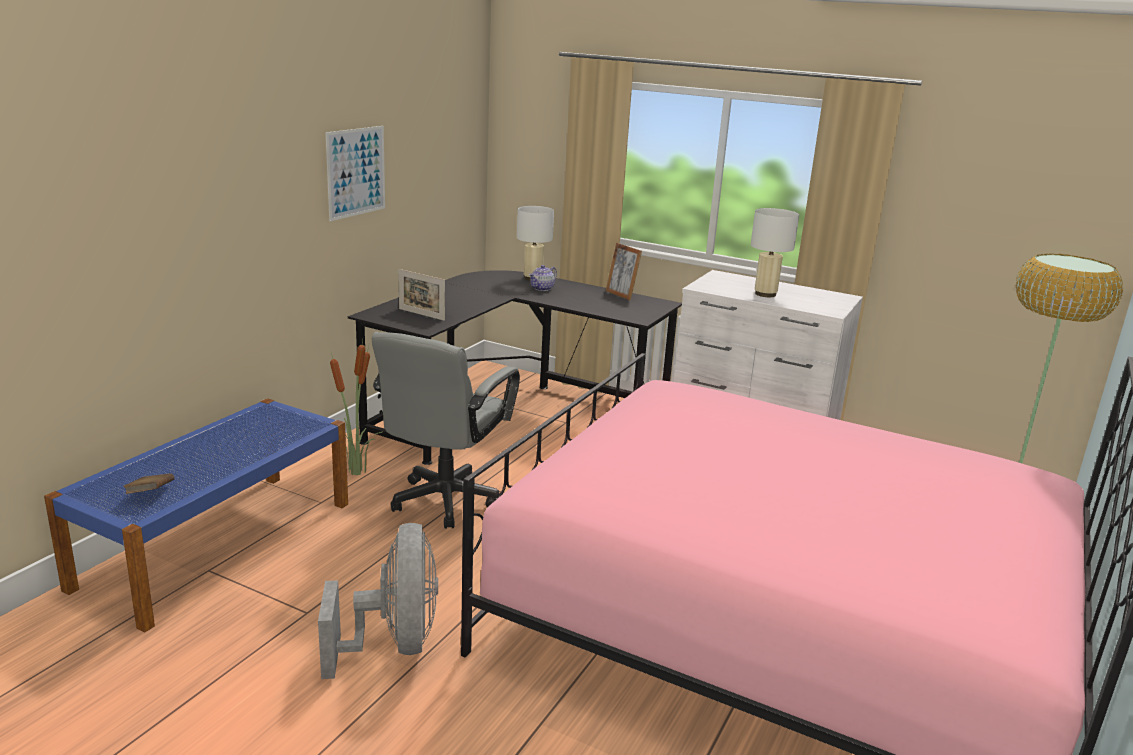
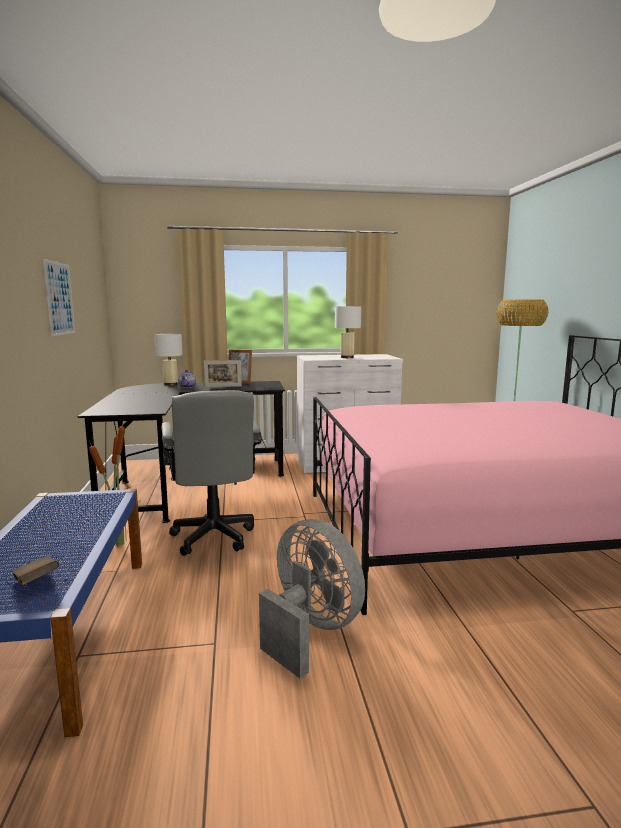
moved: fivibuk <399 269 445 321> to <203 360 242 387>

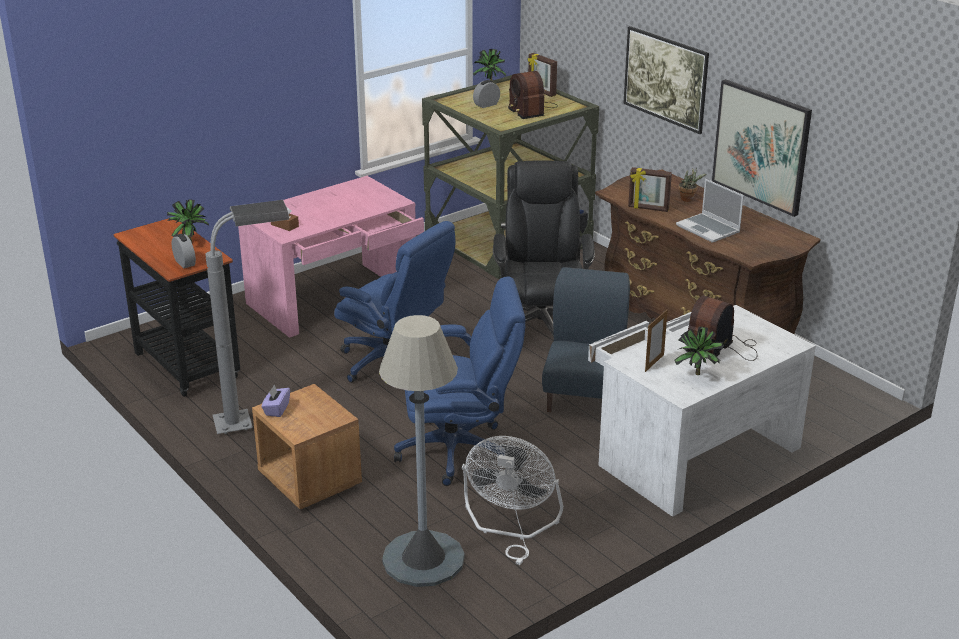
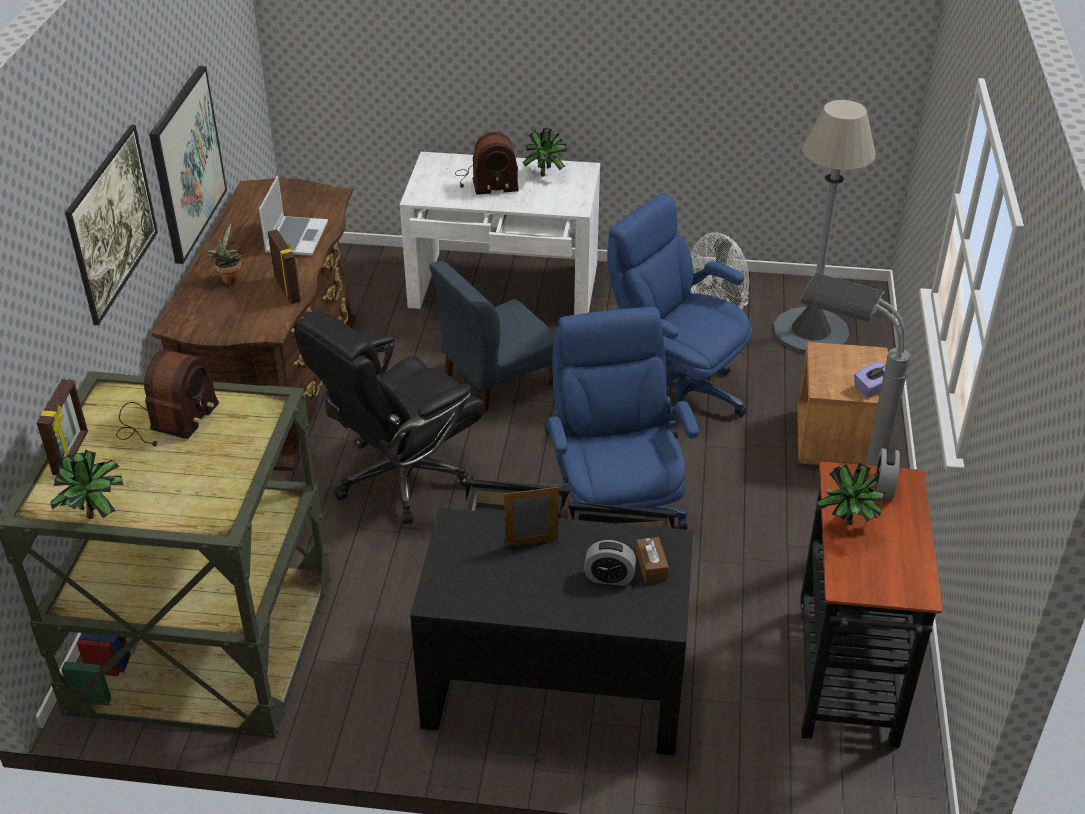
moved: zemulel <473 80 500 108> to <584 540 636 586>; fivibuk <645 309 668 372> to <504 487 559 547>
recoloured: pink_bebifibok <238 176 424 338> to black_bebifibok <410 479 693 756>

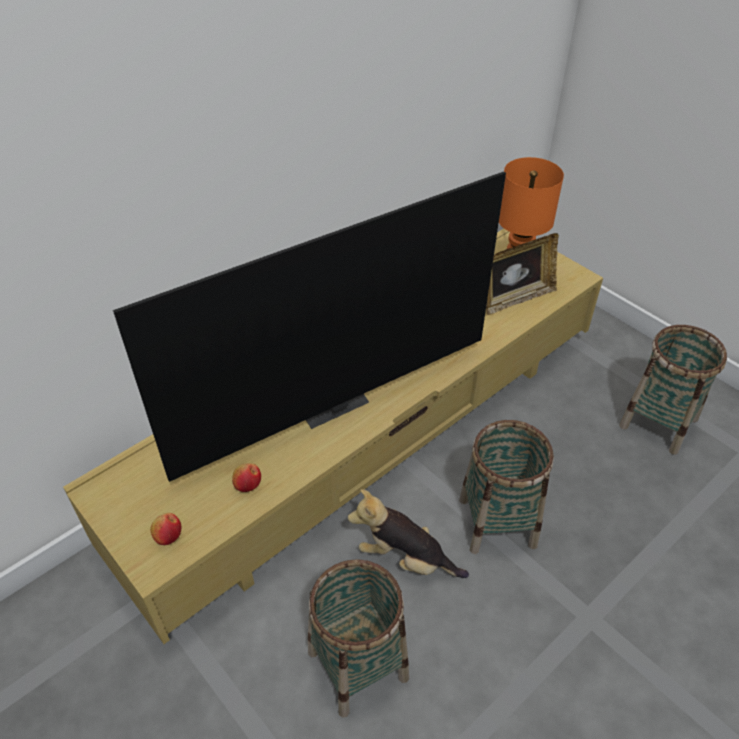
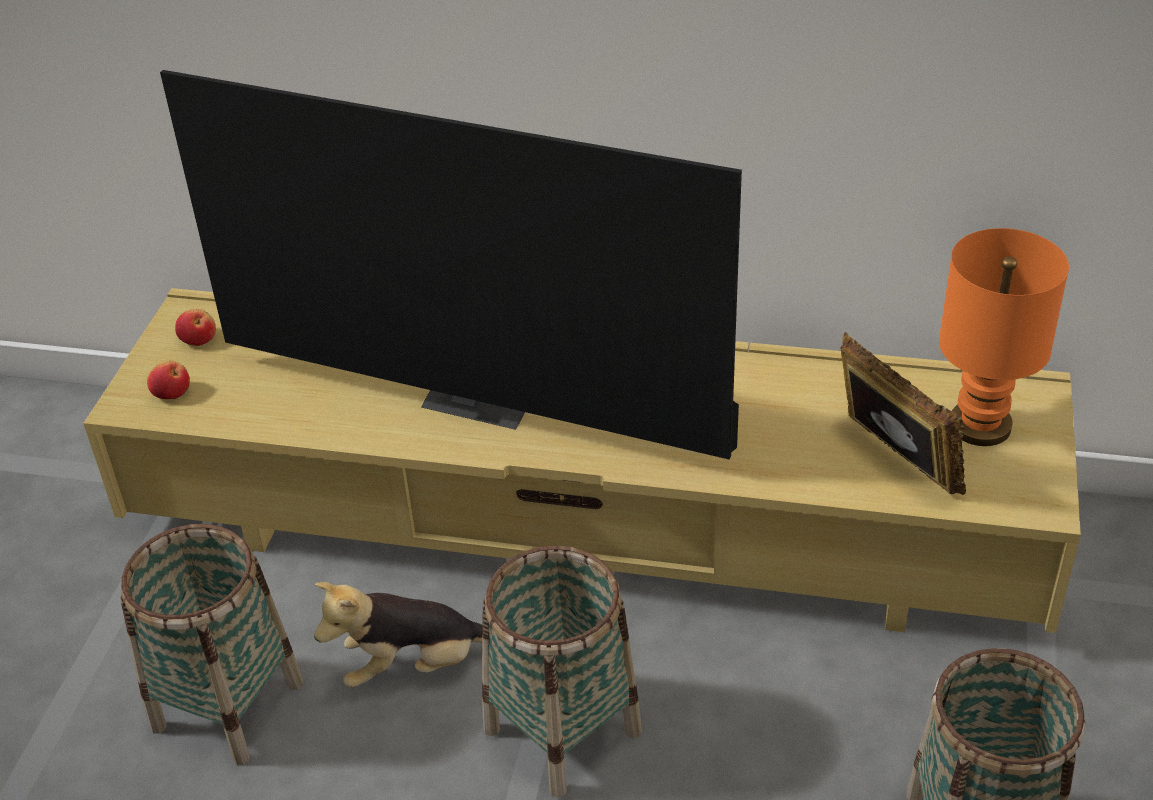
moved: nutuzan <232 463 261 492> to <175 309 216 346>
turned: fivibuk <486 233 559 315> = <840 332 966 495> 150 degrees counterclockwise; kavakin <348 489 469 578> = <314 582 483 688> 90 degrees counterclockwise

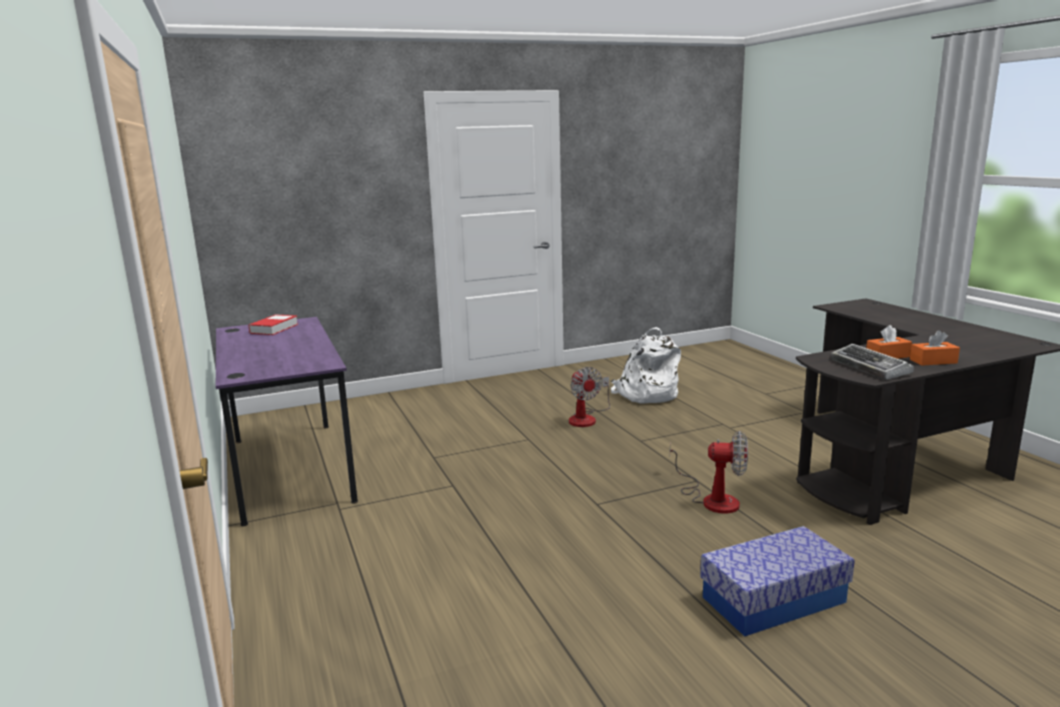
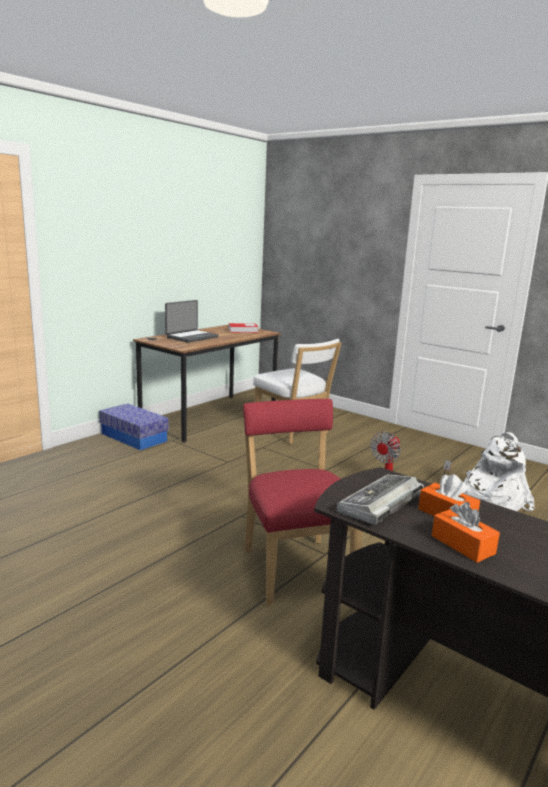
added: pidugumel <165 300 219 343>; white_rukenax <253 339 341 444>
moved: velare <700 526 855 637> to <99 403 169 450>
replaced: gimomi <670 431 748 514> to red_rukenax <243 399 362 605>
recoloured: purple_bebifibok <216 317 358 526> to brown_bebifibok <133 325 281 443>

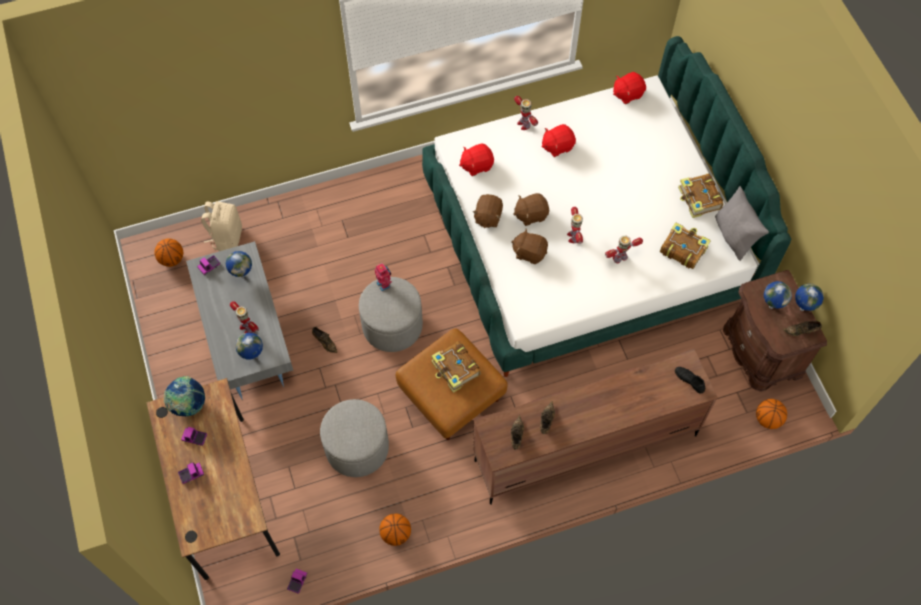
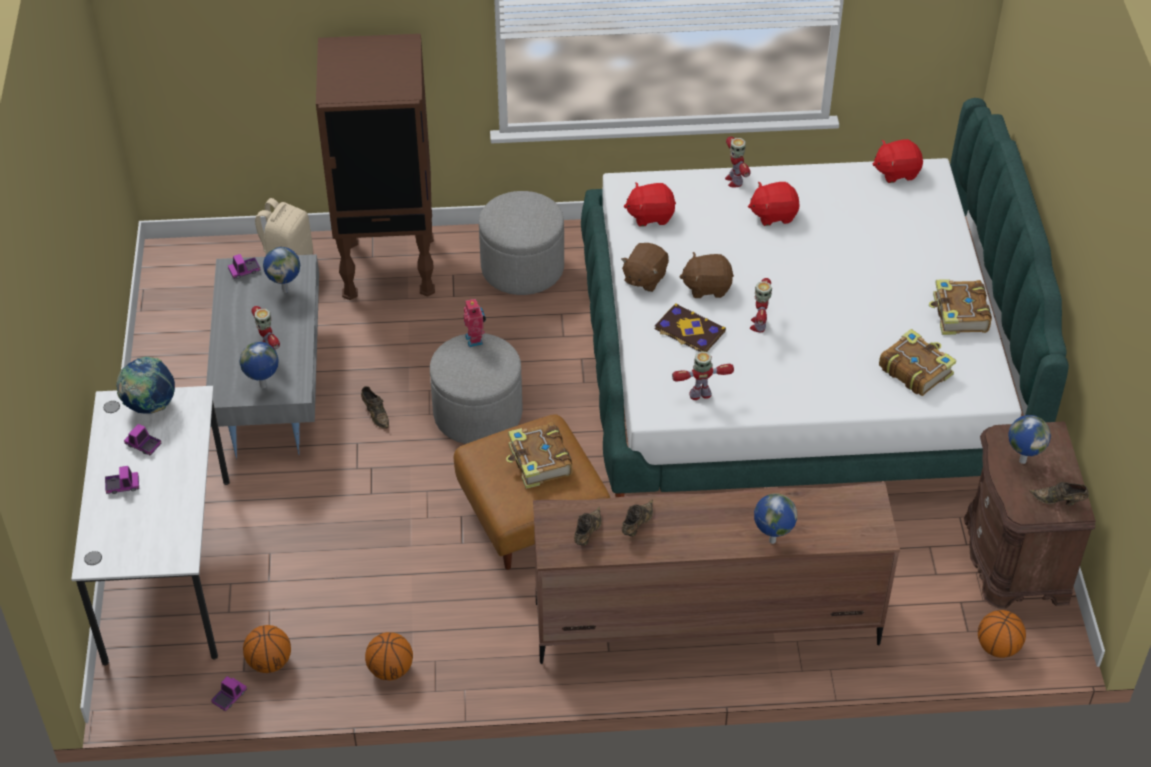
removed: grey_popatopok <715 186 769 261>; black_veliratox <675 367 705 394>
added: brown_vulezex <316 34 435 300>
moved: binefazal <605 236 643 263> to <672 351 734 400>; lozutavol <154 238 183 267> to <243 625 291 673>; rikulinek <795 284 824 311> to <754 493 797 544>; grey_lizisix <320 399 389 477> to <479 191 564 295>
replaced: brown_kavakin <511 229 548 264> to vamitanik <655 303 726 352>
recoloured: brown_bebifibok <146 378 280 580> to white_bebifibok <71 386 230 665>

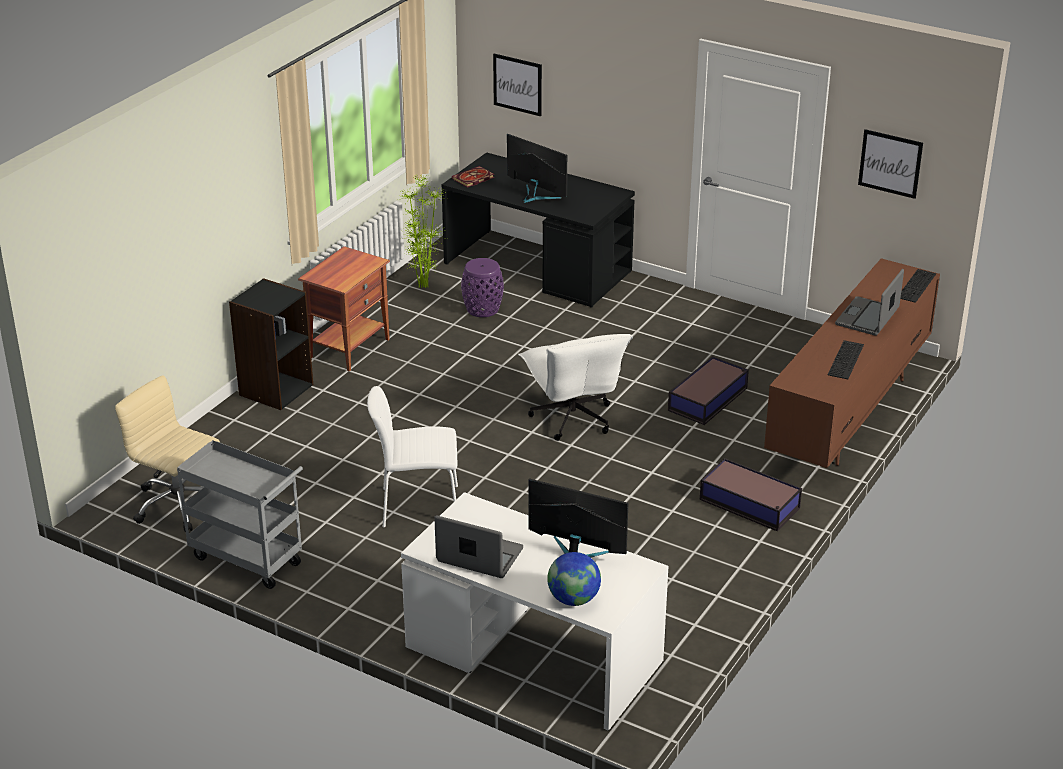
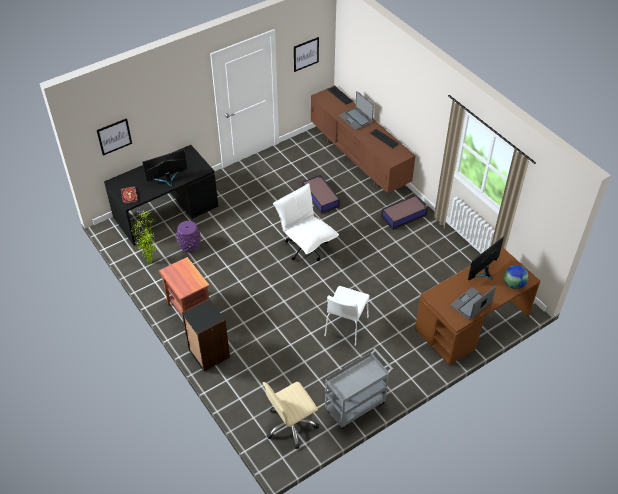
recoloured: white_bebifibok <401 492 669 731> to brown_bebifibok <415 248 540 365>
turned: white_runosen <518 334 633 441> = <273 183 339 261> 135 degrees counterclockwise

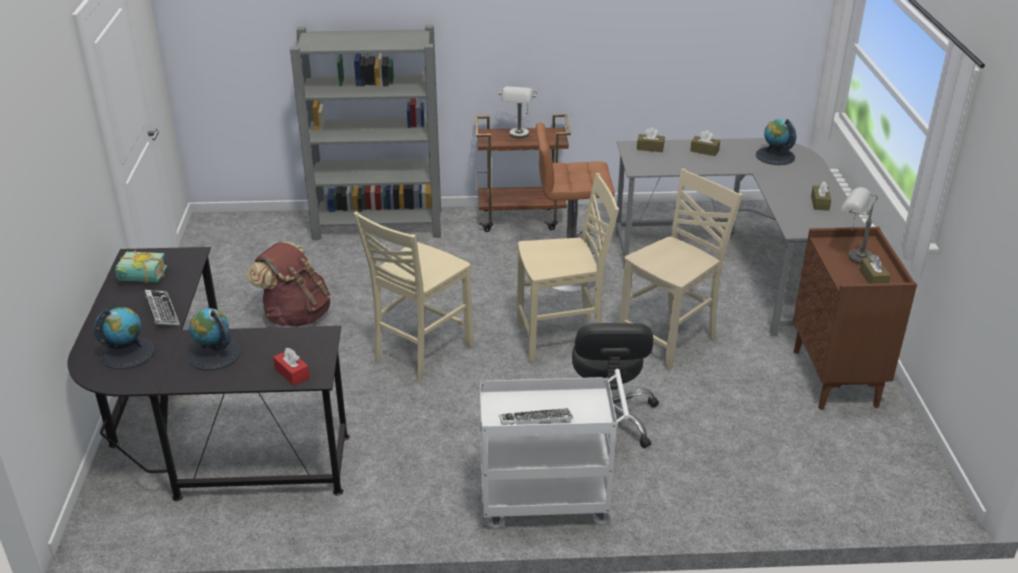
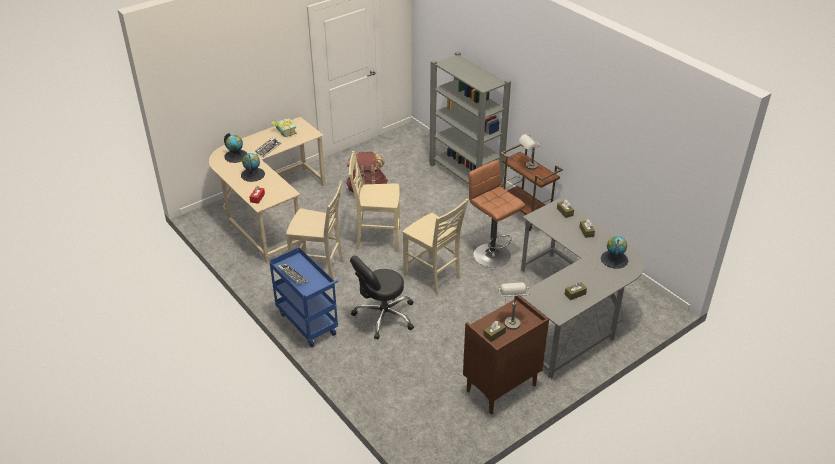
moved: beige_rukenax <619 169 743 371> to <286 181 344 281>
recoloured: black_bebifibok <67 247 350 501> to beige_bebifibok <209 117 326 264>; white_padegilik <479 369 630 529> to blue_padegilik <269 248 338 347>

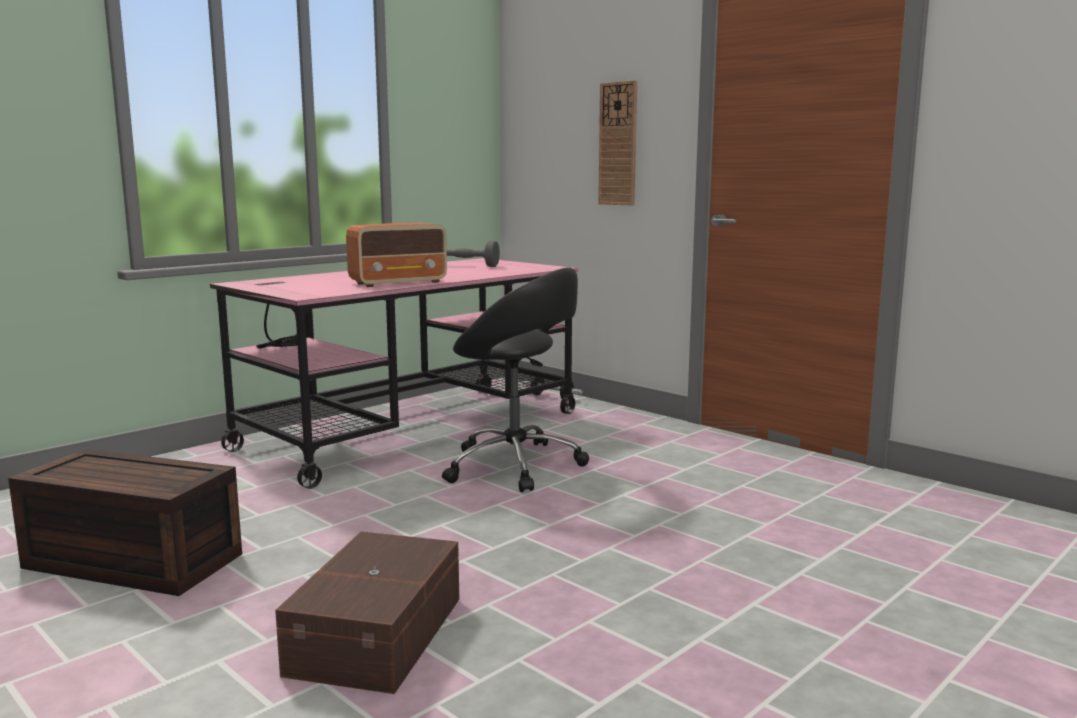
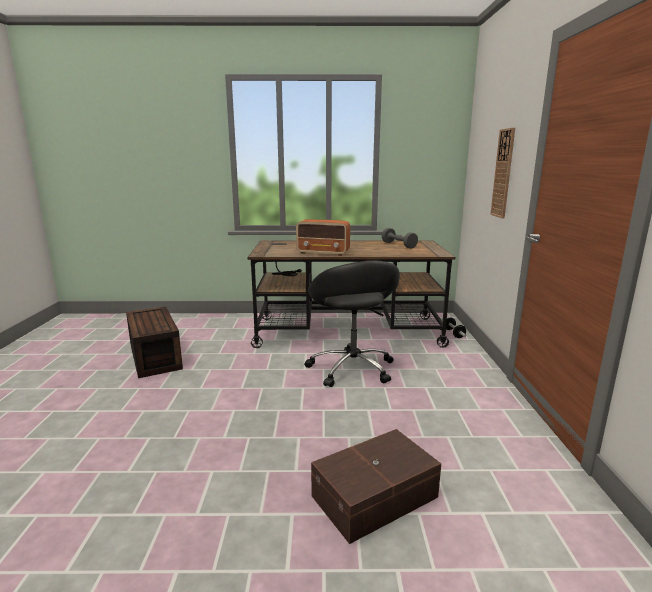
moved: brown_velare <275 532 459 694> to <311 429 441 544>
recoloured: pink_bebifibok <210 258 578 489> to brown_bebifibok <247 240 455 348>

